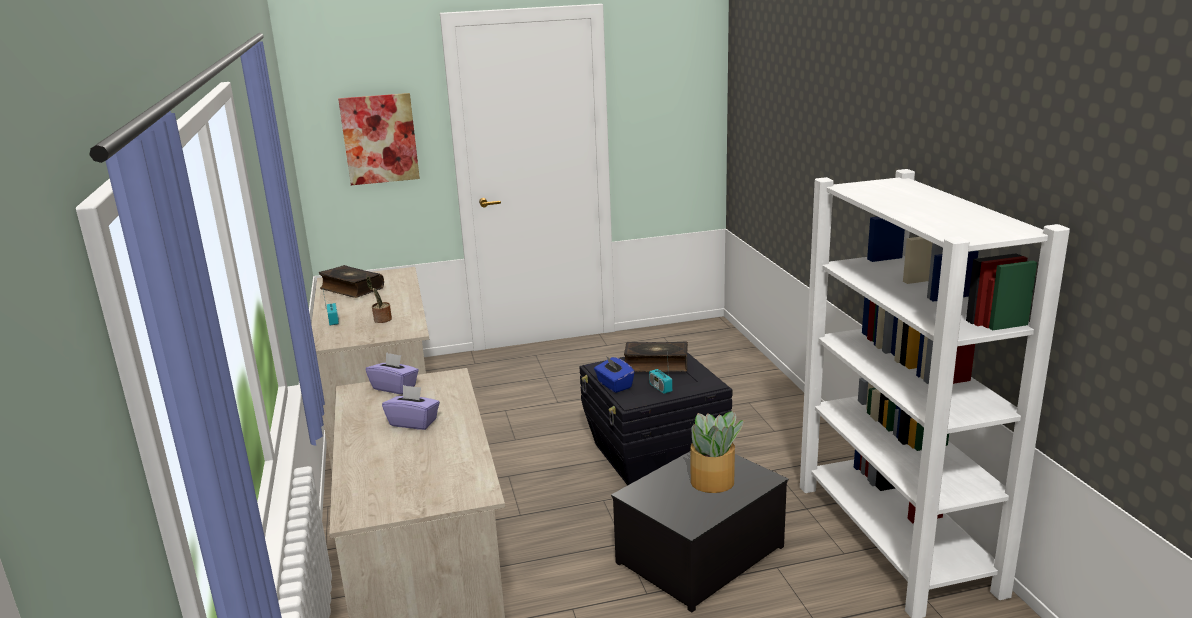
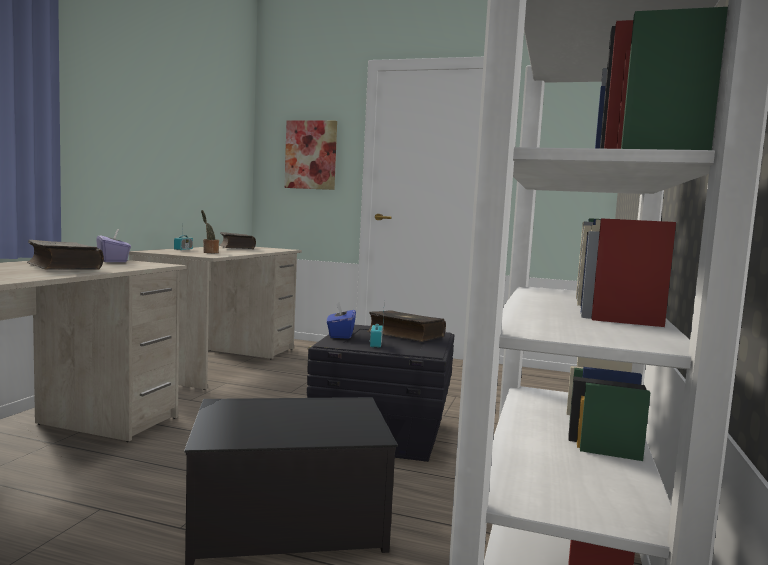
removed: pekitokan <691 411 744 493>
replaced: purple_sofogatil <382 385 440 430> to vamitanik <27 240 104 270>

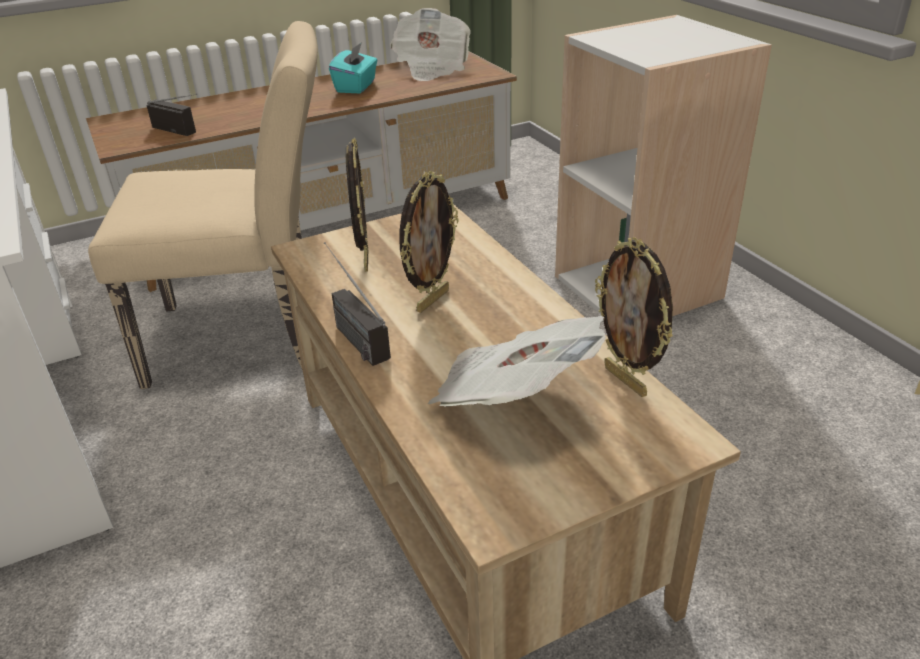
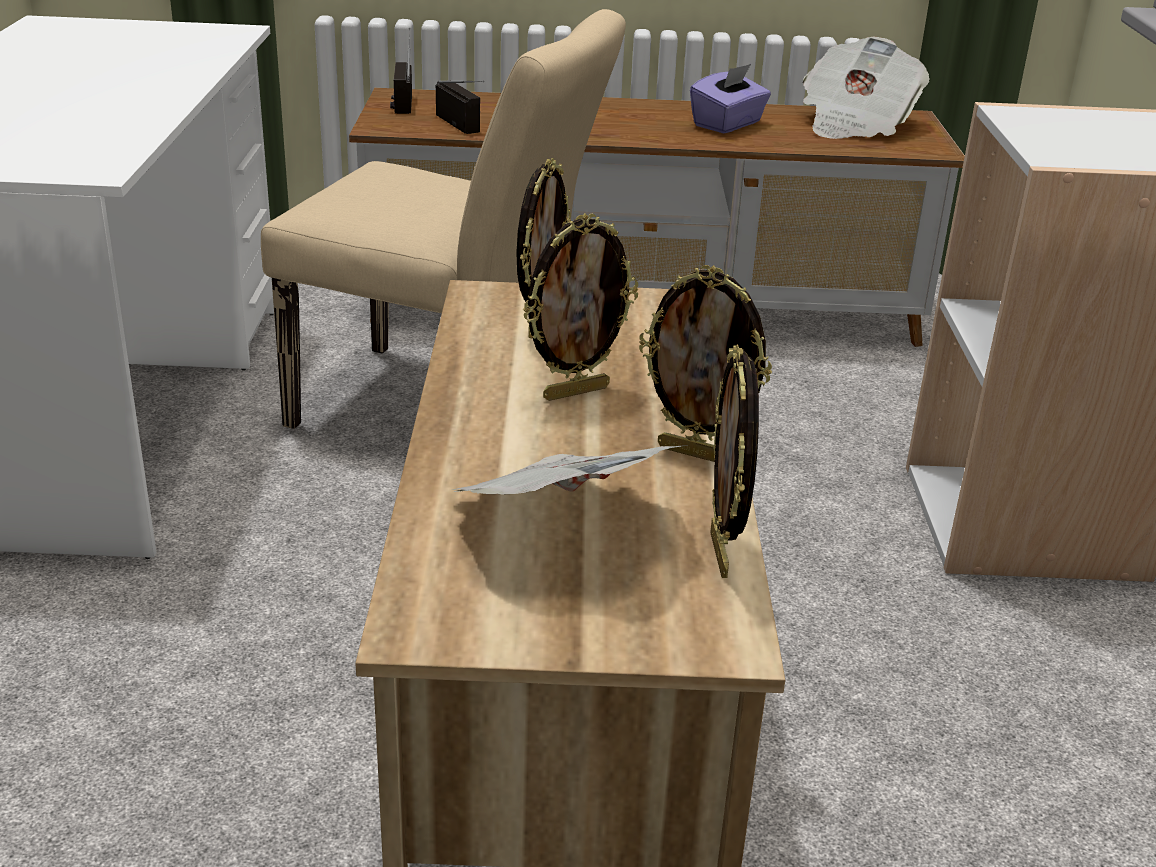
added: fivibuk <639 265 772 462>
moved: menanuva <324 242 391 366> to <390 28 412 114>
recoloured: turquoise_sofogatil <329 42 378 93> to purple_sofogatil <690 64 771 133>

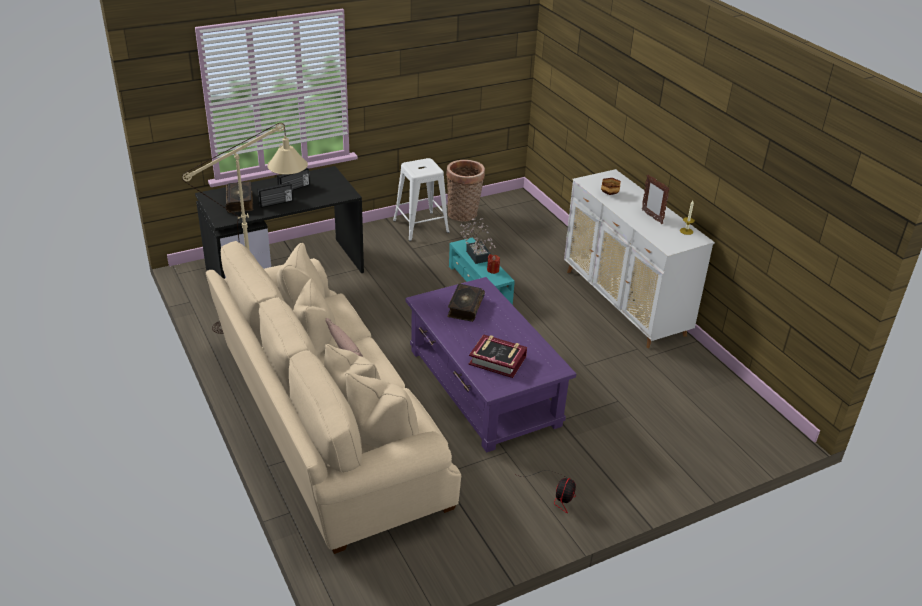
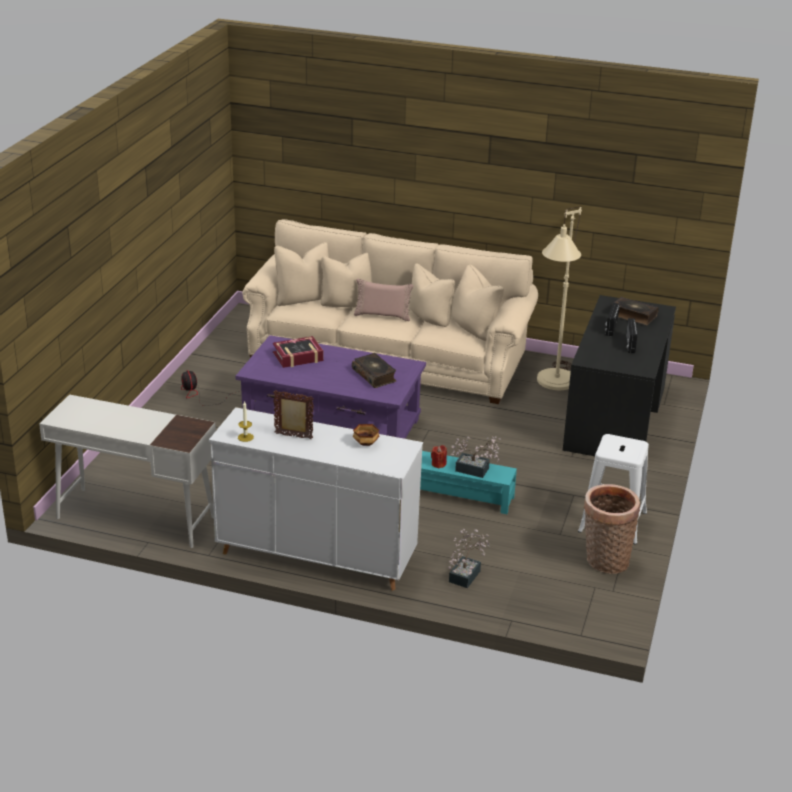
added: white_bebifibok <39 394 216 548>; pekitokan <448 529 489 588>

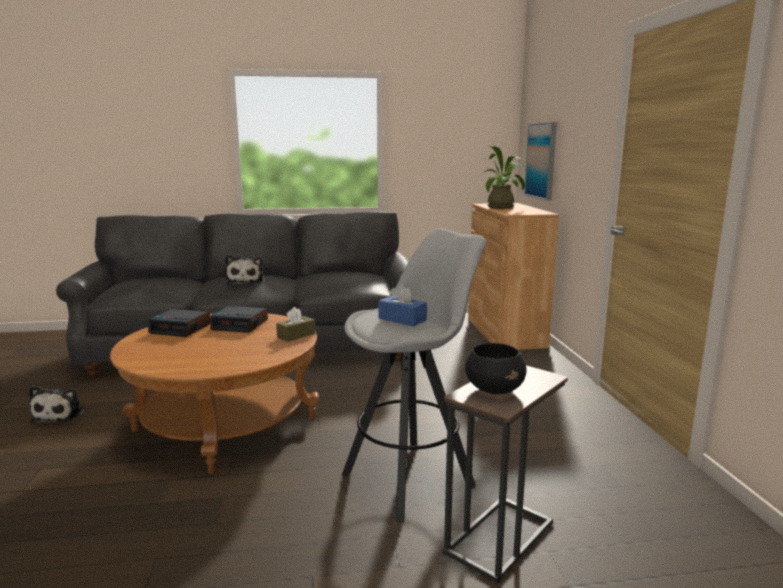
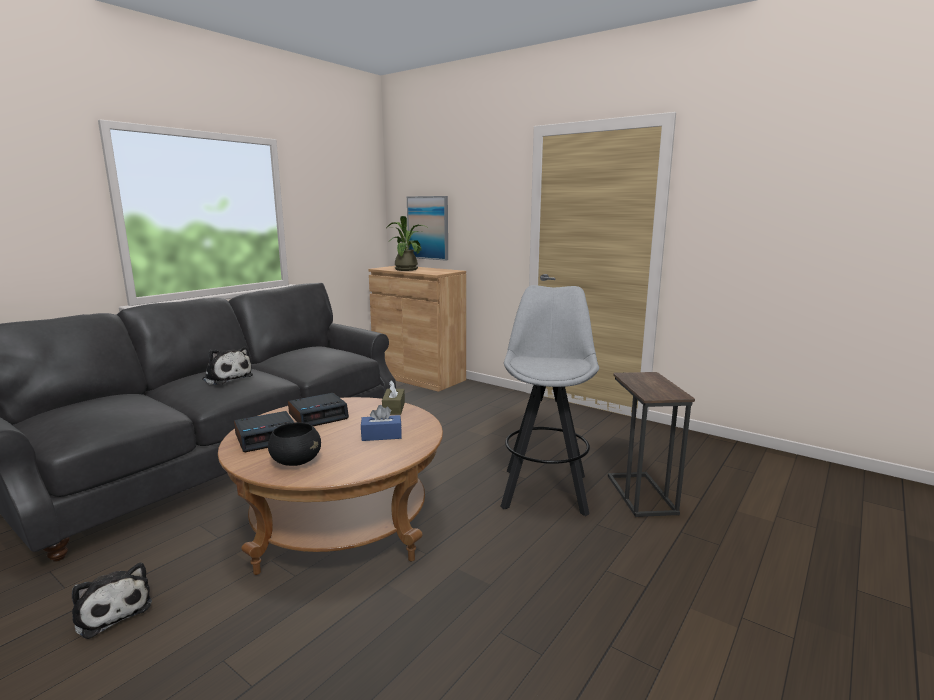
moved: blue_sofogatil <378 284 427 326> to <361 405 402 441>; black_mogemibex <465 343 527 394> to <268 422 321 466>

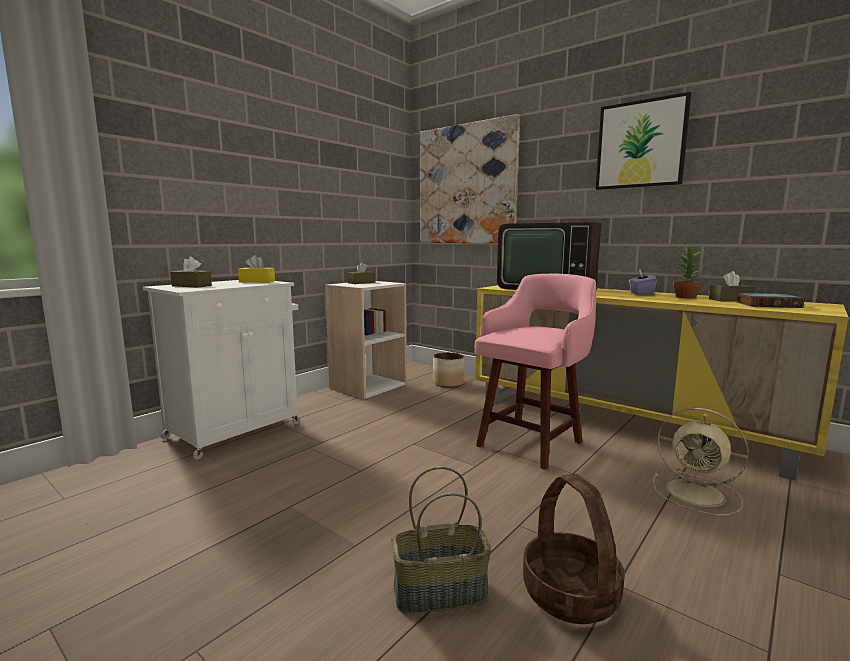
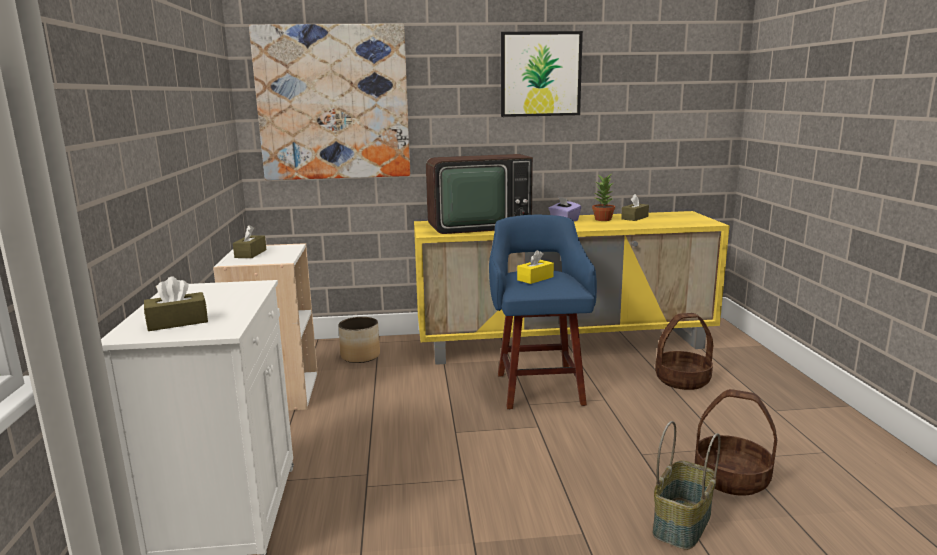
removed: vamitanik <737 293 805 308>
moved: yellow_sofogatil <238 255 275 283> to <517 250 554 284>
replaced: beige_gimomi <653 408 749 515> to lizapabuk <655 313 713 390>
recoloured: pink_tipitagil <475 274 596 470> to blue_tipitagil <489 215 597 409>

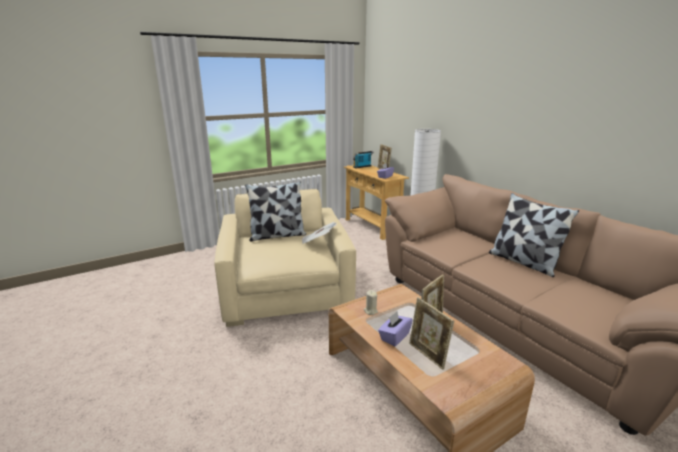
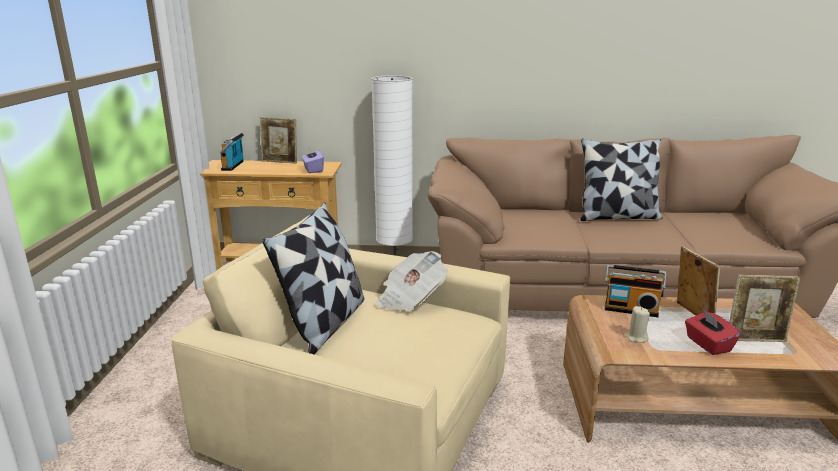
added: menanuva <605 264 666 317>
recoloured: purple_sofogatil <378 312 413 346> to red_sofogatil <685 310 740 355>

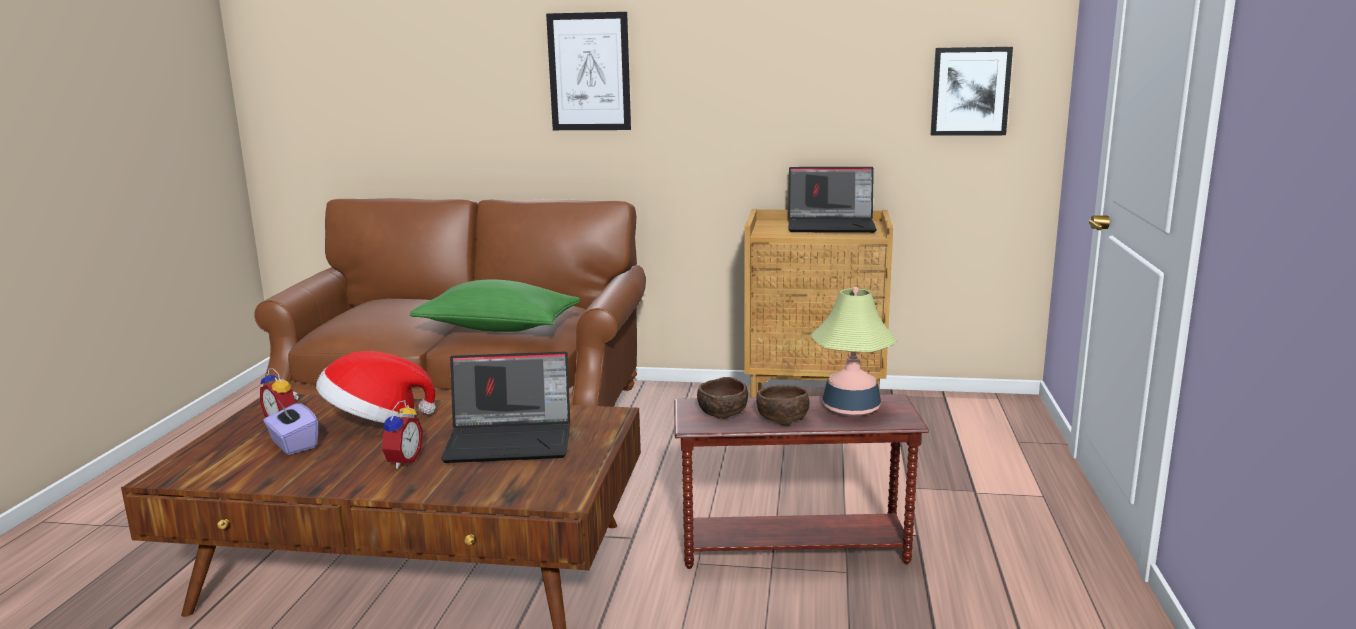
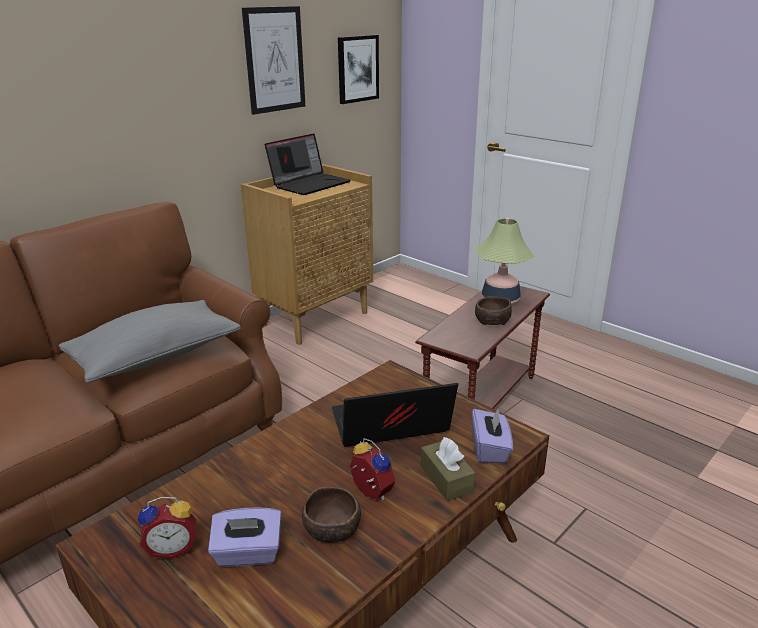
removed: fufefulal <316 351 436 423>
added: purple_sofogatil <472 407 513 463>; brown_sofogatil <421 437 476 501>
moved: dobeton <546 12 631 130> to <242 6 305 115>; brown_mogemibex <697 377 748 419> to <302 487 361 543>
recoloured: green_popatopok <410 279 580 332> to grey_popatopok <59 300 241 383>
turned: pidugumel <441 352 570 463> = <332 383 458 447> 135 degrees counterclockwise

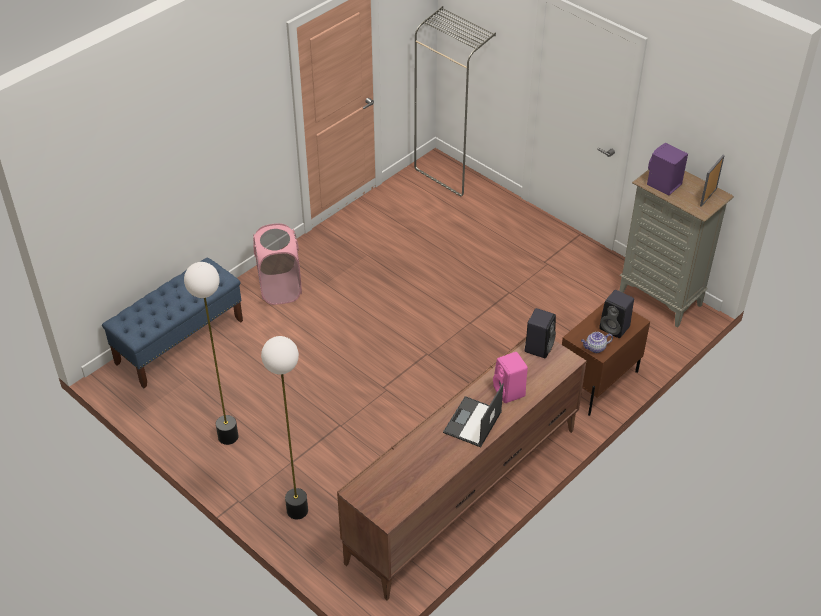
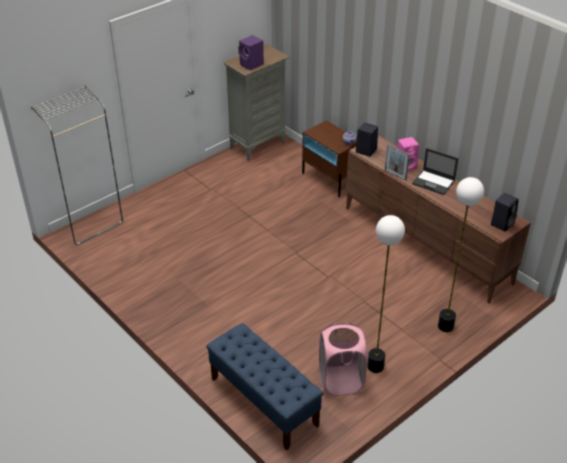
moved: fivibuk <700 155 725 207> to <385 145 410 181>; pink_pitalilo <253 223 302 305> to <319 323 367 396>; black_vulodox <599 290 634 338> to <491 193 519 232>

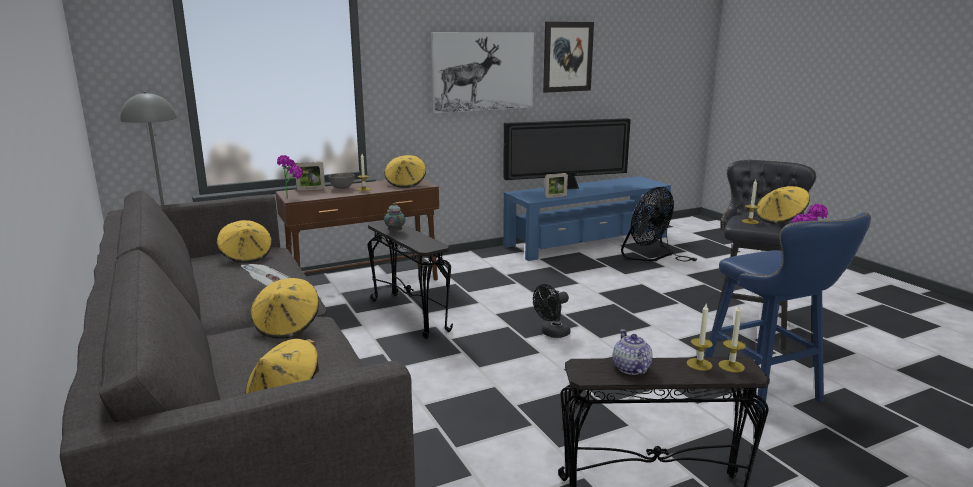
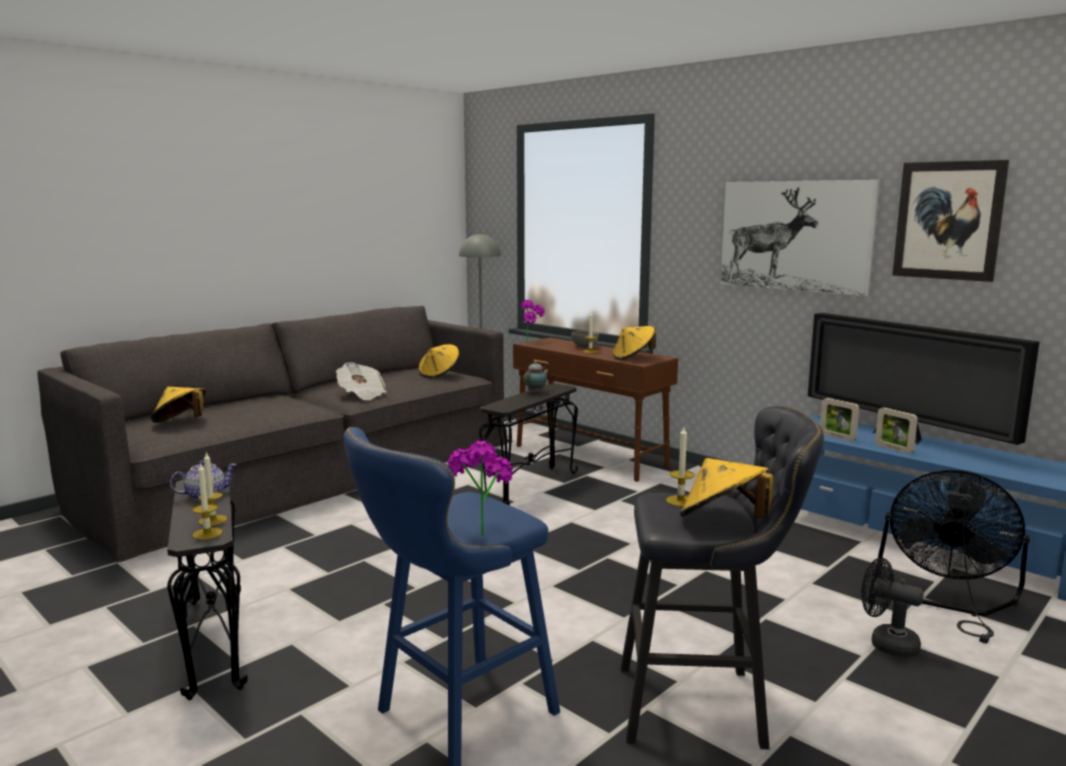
removed: yellow_fufefulal <250 278 319 339>
moved: fivibuk <295 162 325 191> to <875 407 918 454>; black_gimomi <533 284 571 338> to <861 558 924 658>

